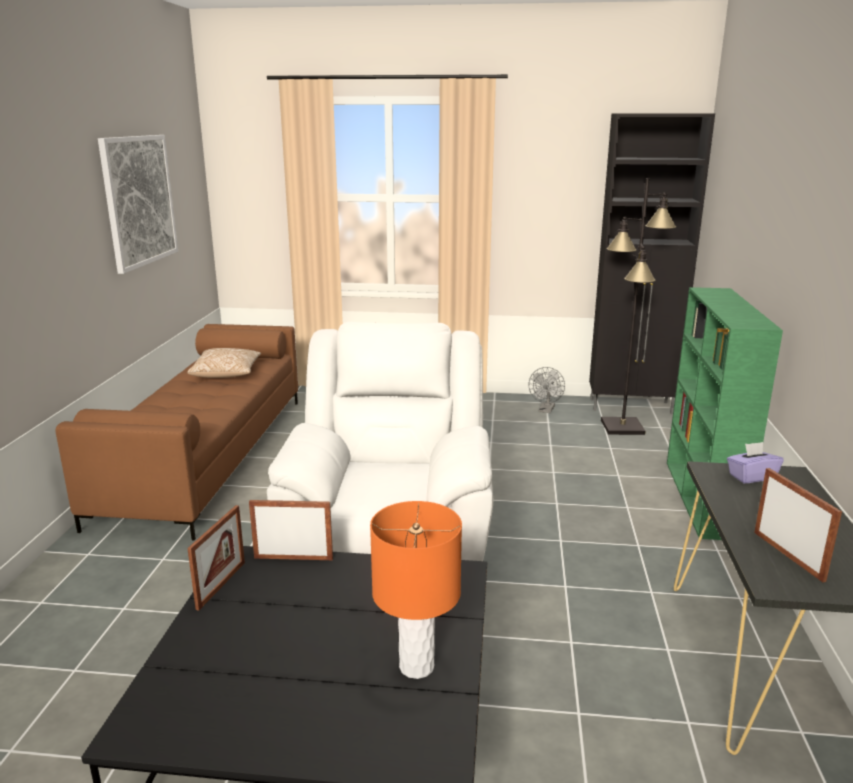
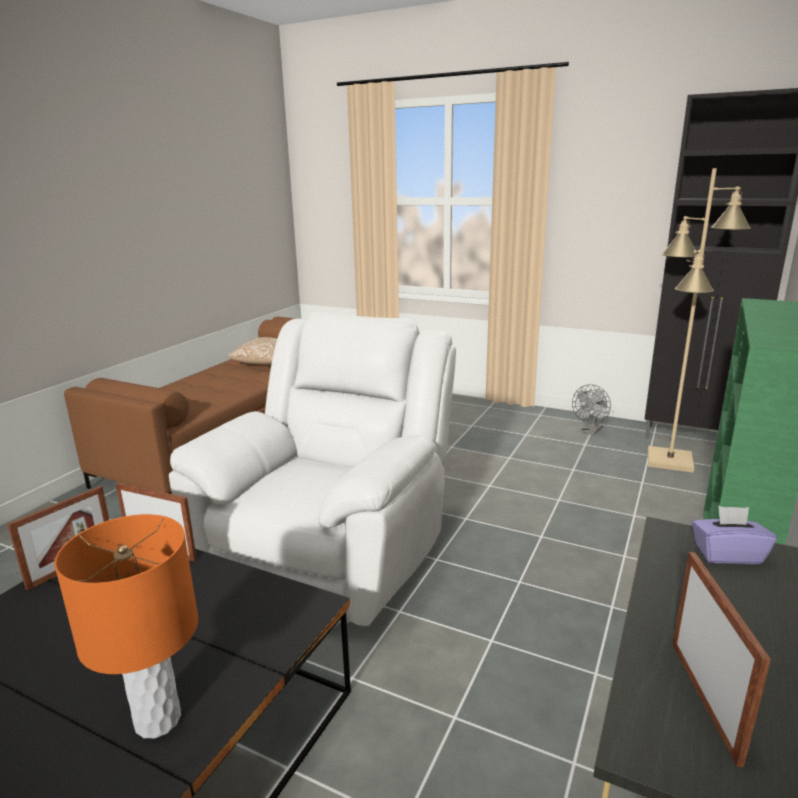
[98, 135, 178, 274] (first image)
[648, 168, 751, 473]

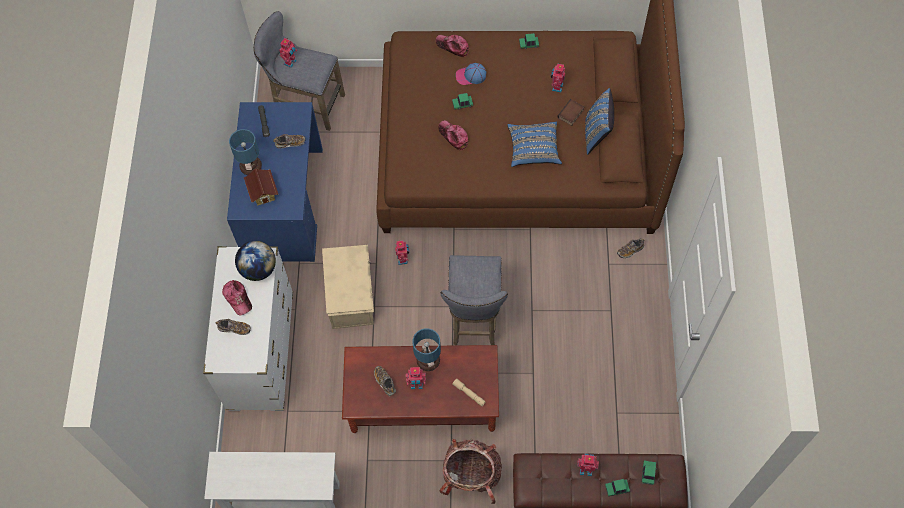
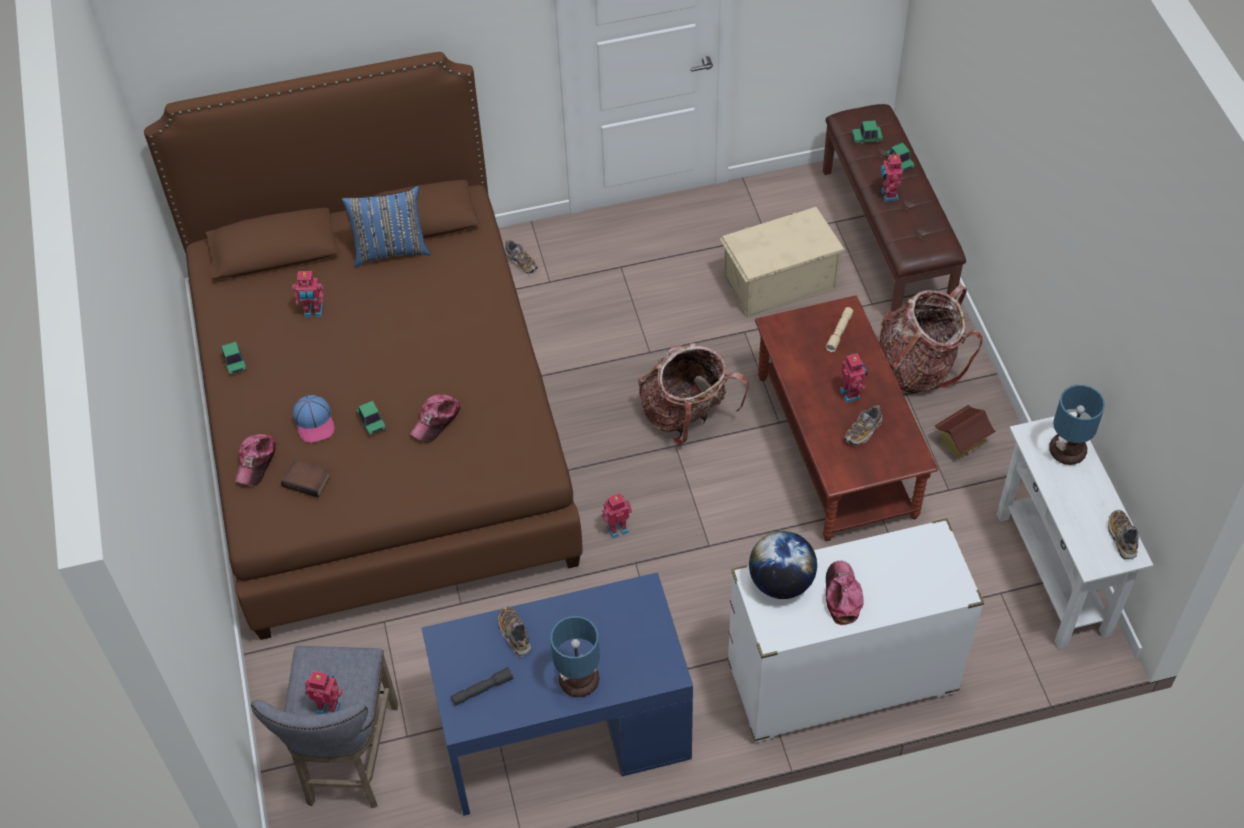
[1108, 510, 1138, 560]
[826, 561, 864, 625]
[935, 405, 996, 459]
[719, 207, 845, 318]
[1049, 385, 1105, 465]
[638, 343, 749, 445]
[507, 122, 562, 167] (first image)
[281, 459, 331, 498]

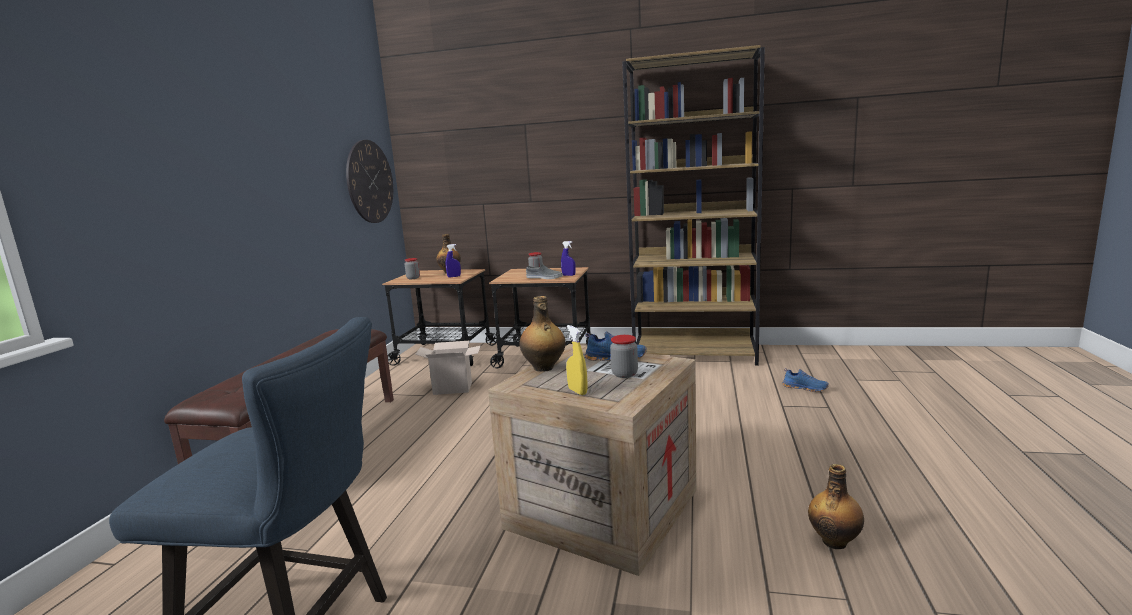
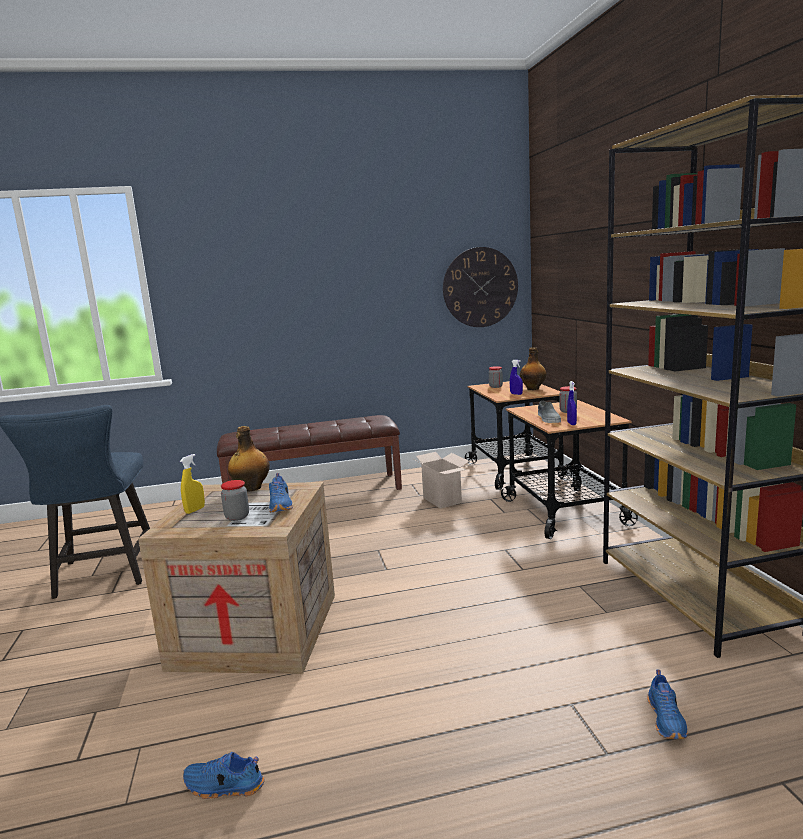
[183, 752, 265, 799]

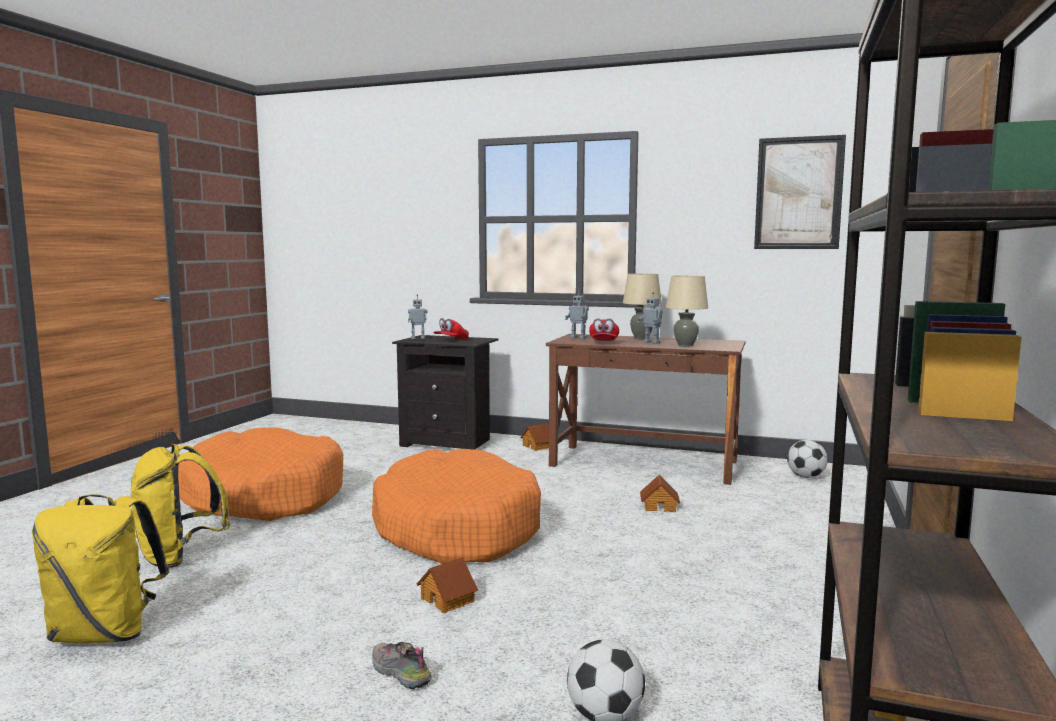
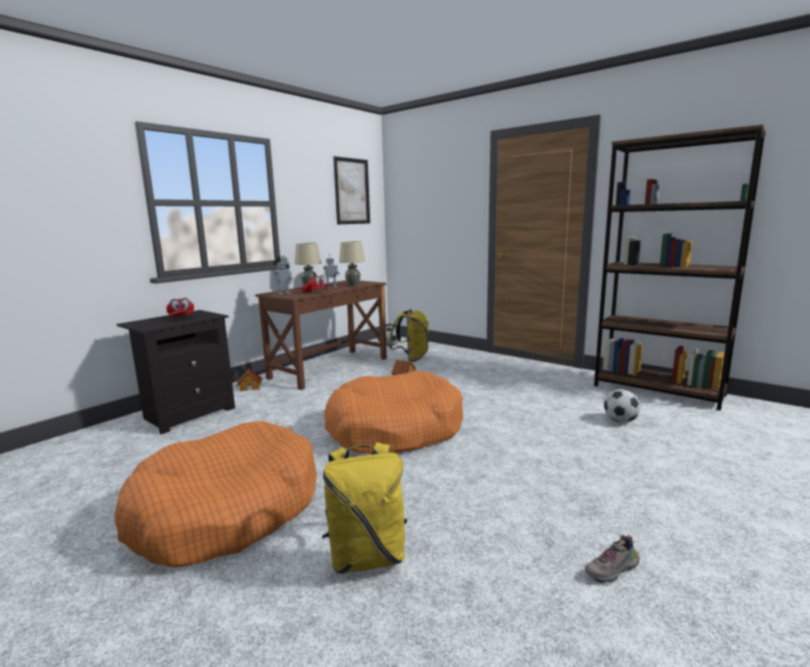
[389, 309, 429, 362]
[585, 535, 640, 583]
[408, 294, 427, 339] (first image)
[417, 557, 478, 613] (first image)

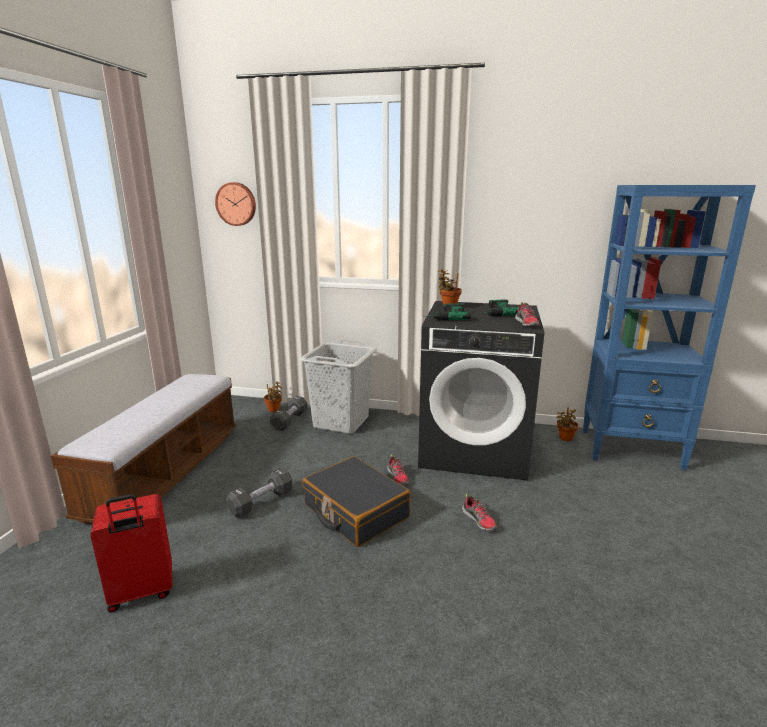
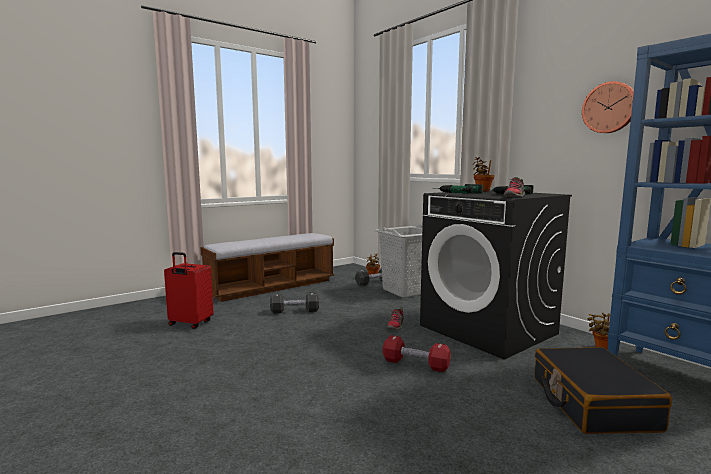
[582, 81, 634, 133]
[535, 347, 672, 434]
[383, 335, 451, 372]

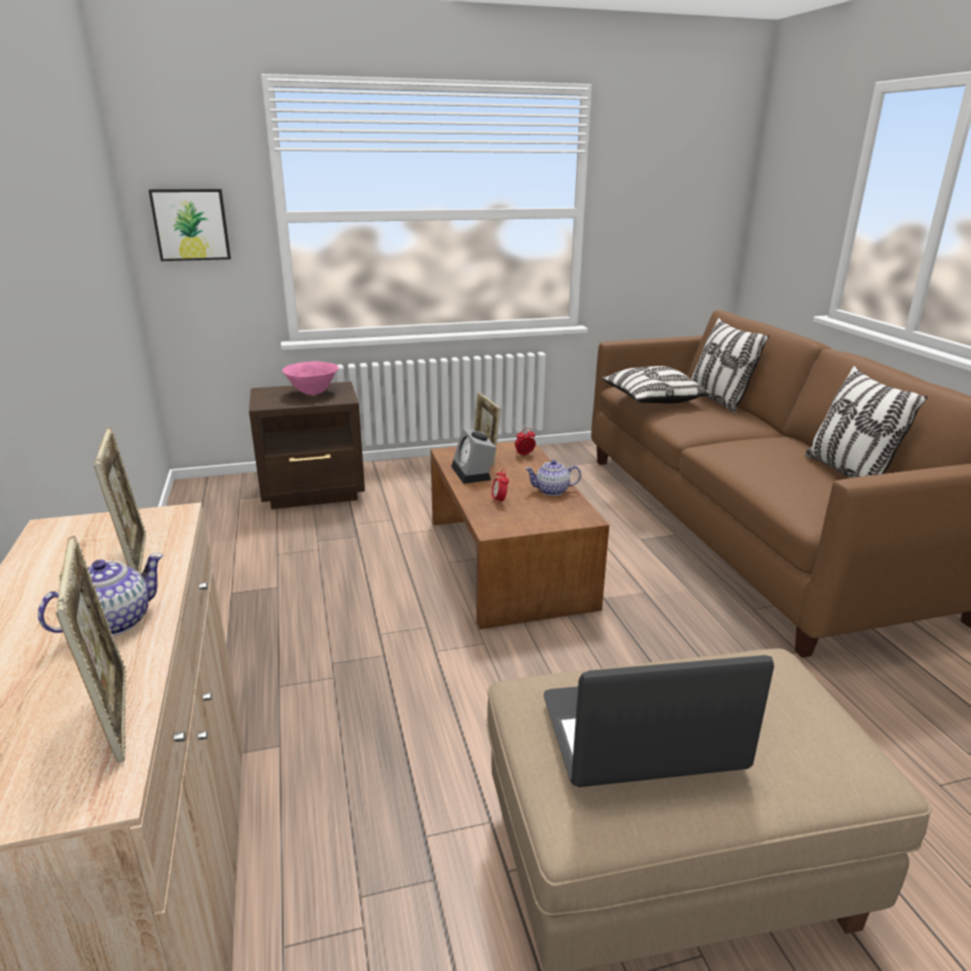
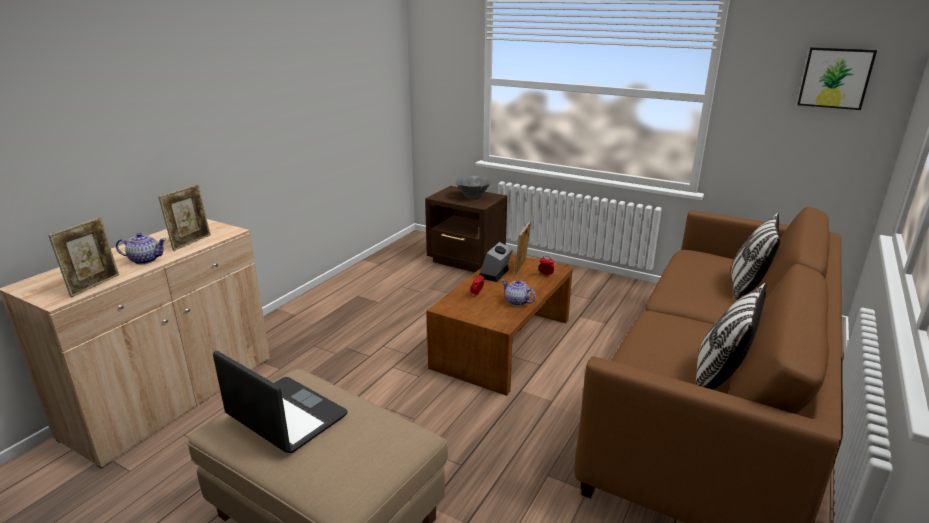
[797, 47, 877, 110]
[455, 176, 491, 198]
[601, 366, 710, 403] (first image)

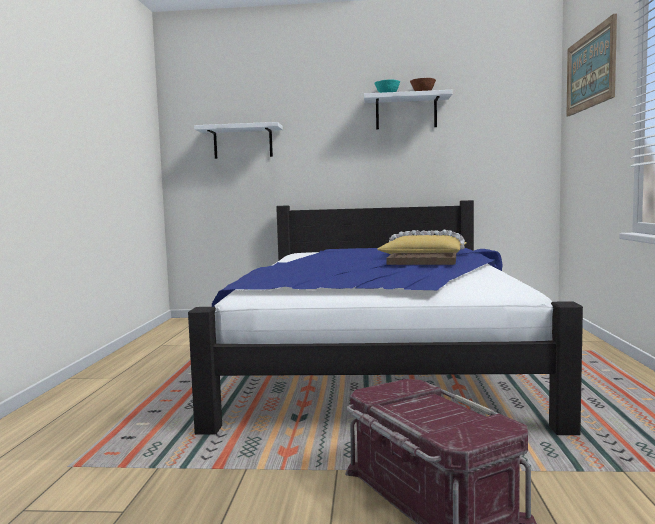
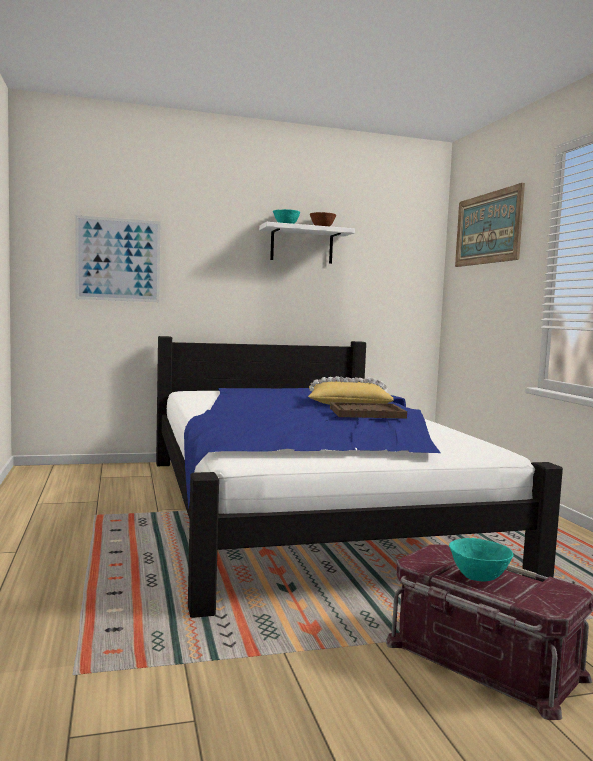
[75, 215, 160, 302]
[449, 538, 513, 582]

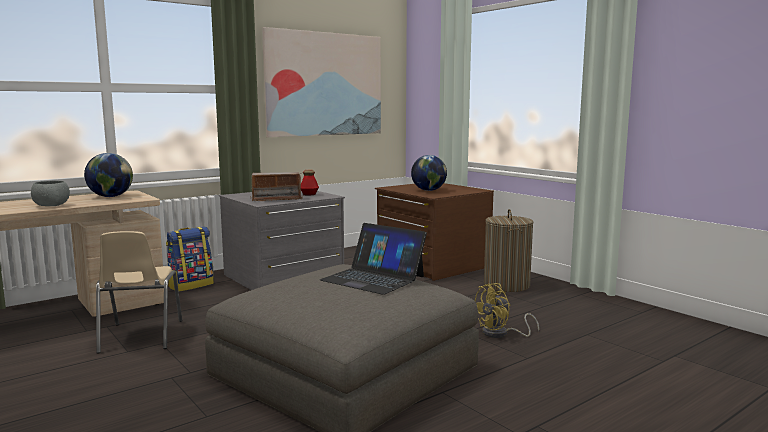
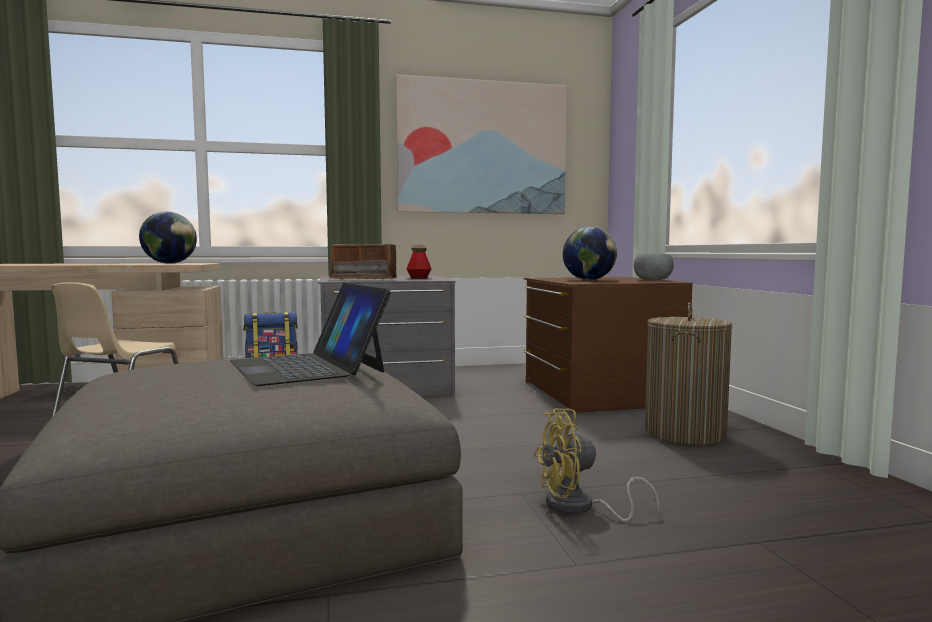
[634, 254, 674, 281]

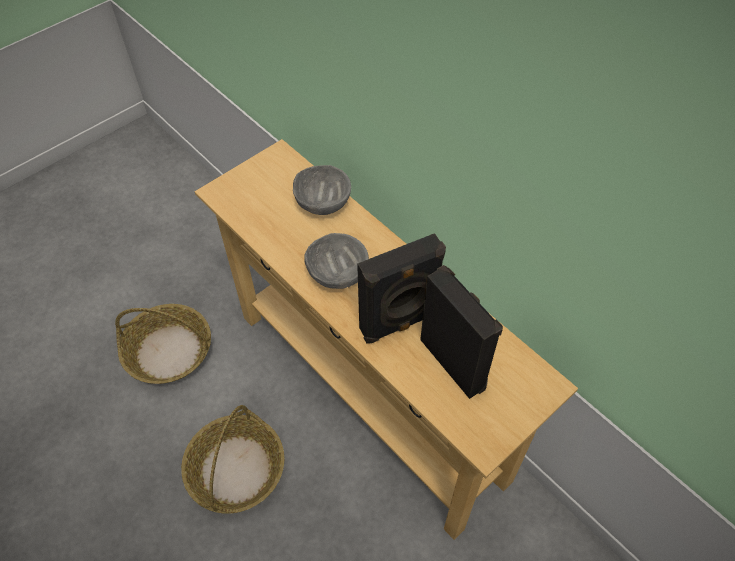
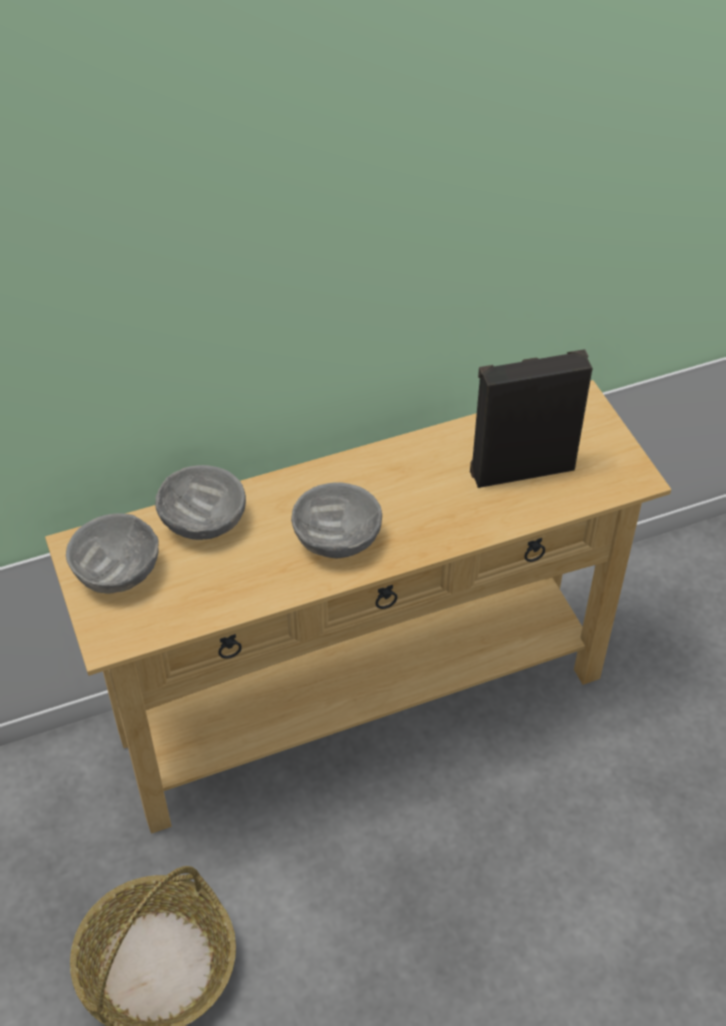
[181, 405, 285, 513] (first image)
[357, 233, 446, 344] (first image)
[66, 513, 159, 594]

